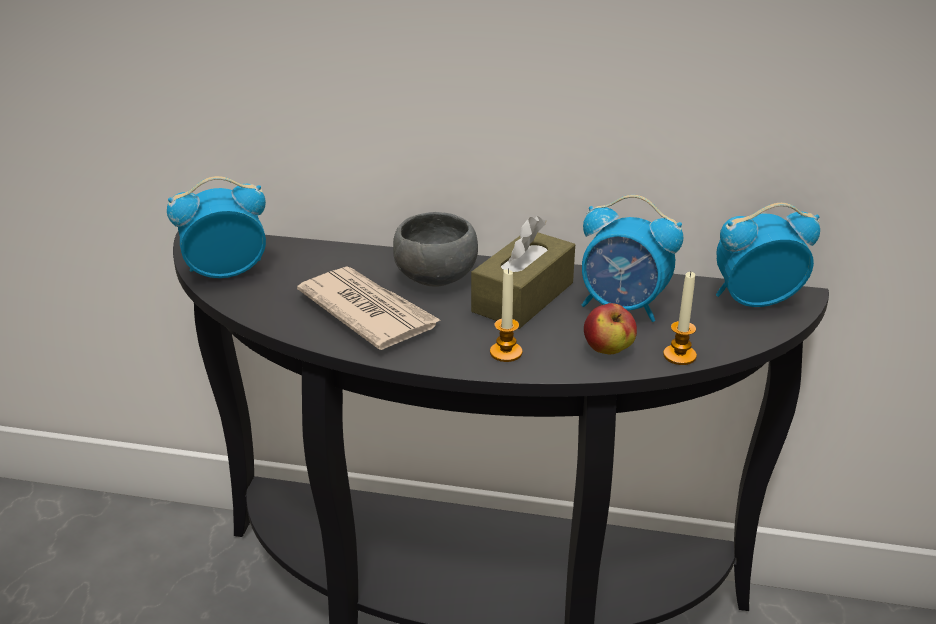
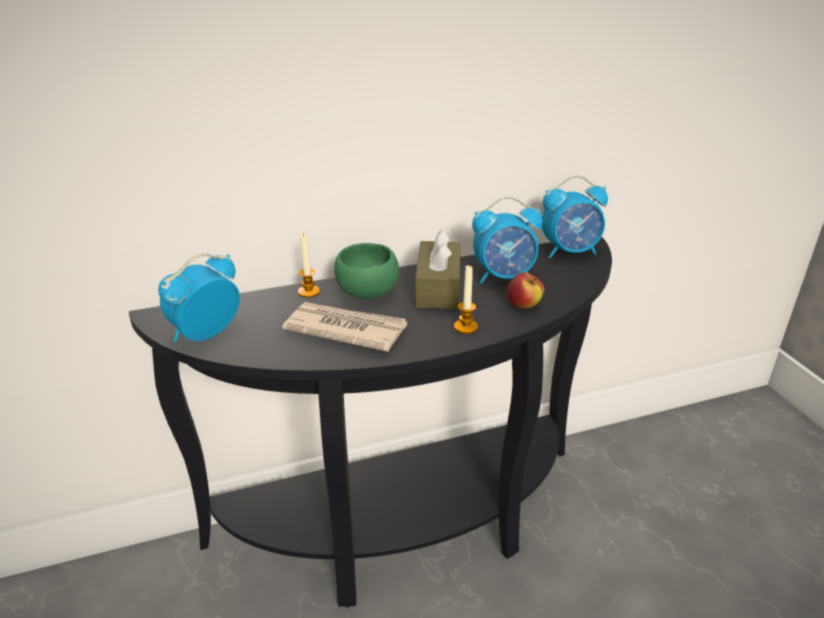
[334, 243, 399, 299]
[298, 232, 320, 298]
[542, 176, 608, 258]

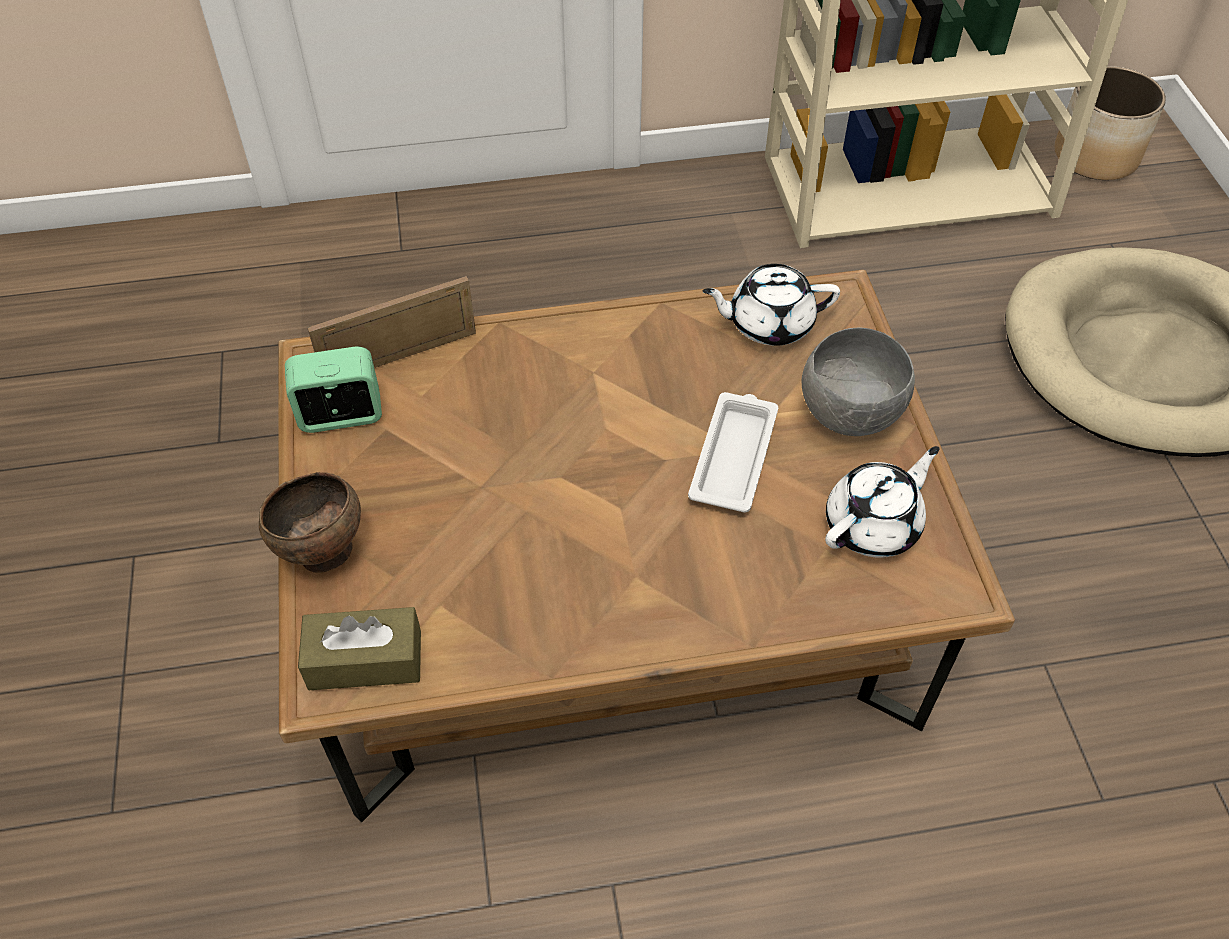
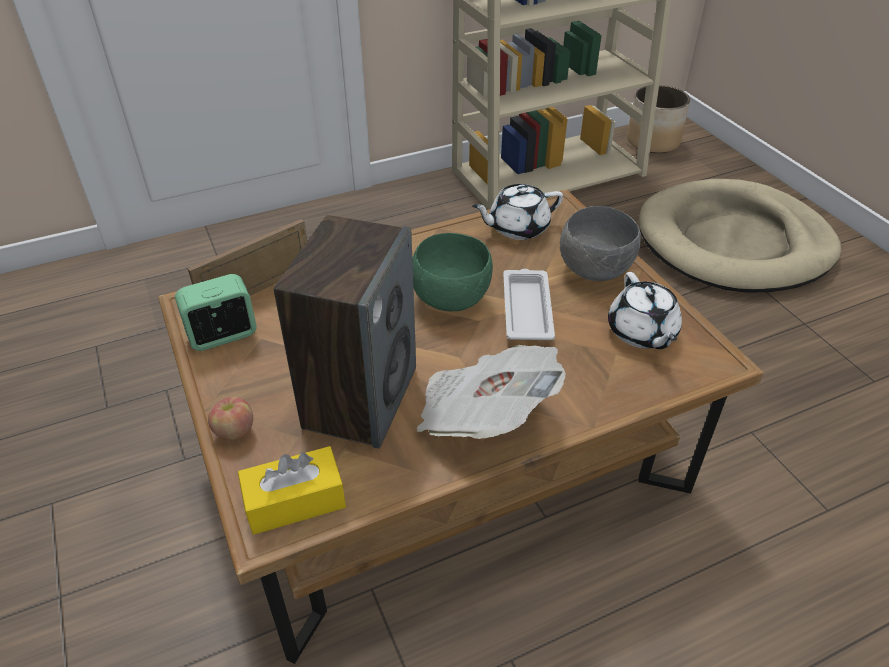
[208, 397, 253, 440]
[238, 446, 346, 535]
[608, 272, 682, 349]
[274, 215, 416, 449]
[412, 233, 493, 311]
[417, 345, 566, 439]

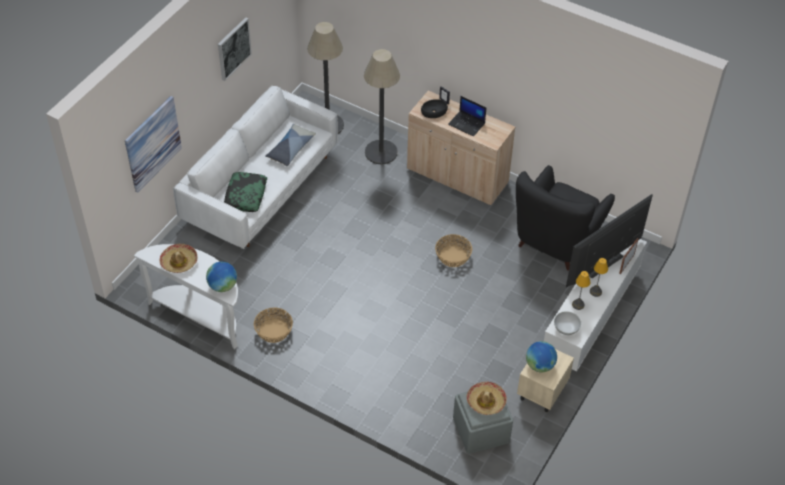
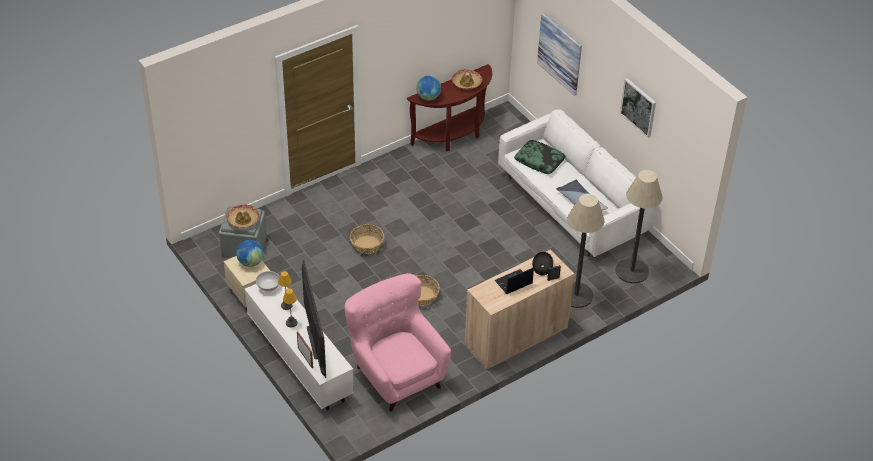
[407, 64, 492, 151]
[350, 224, 384, 254]
[344, 273, 451, 412]

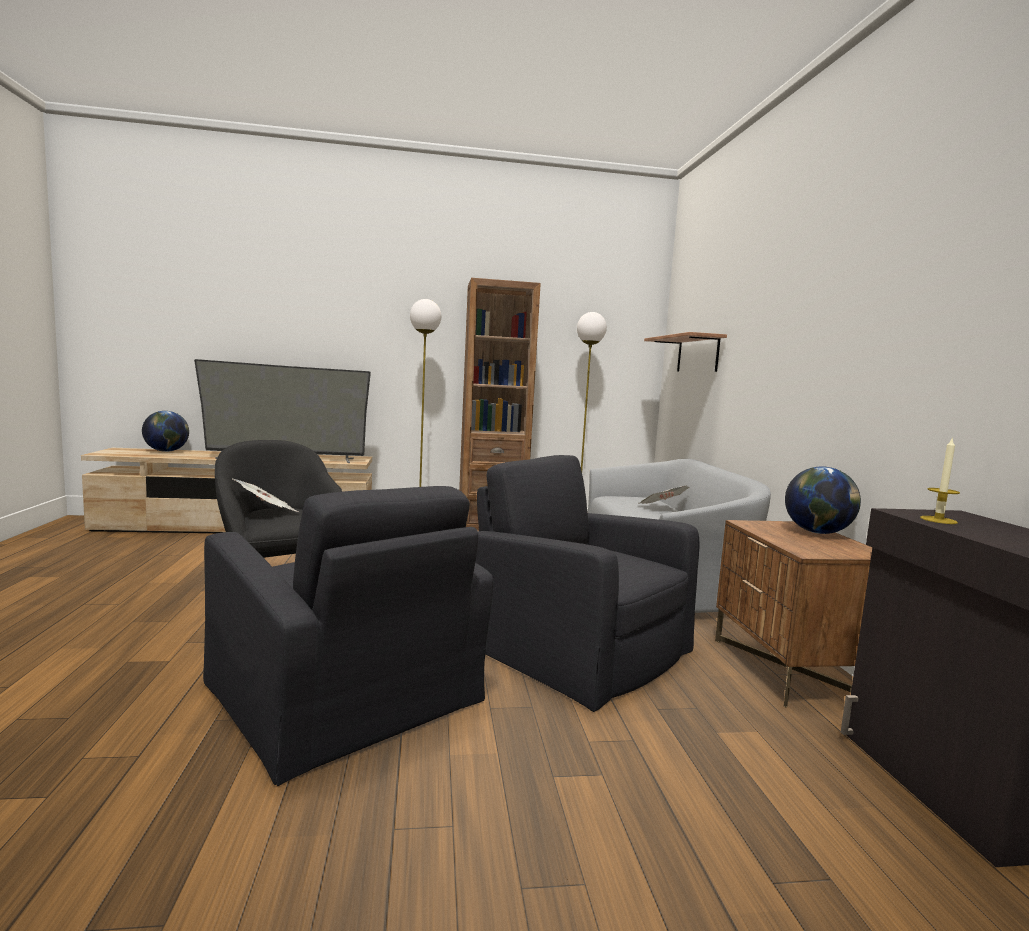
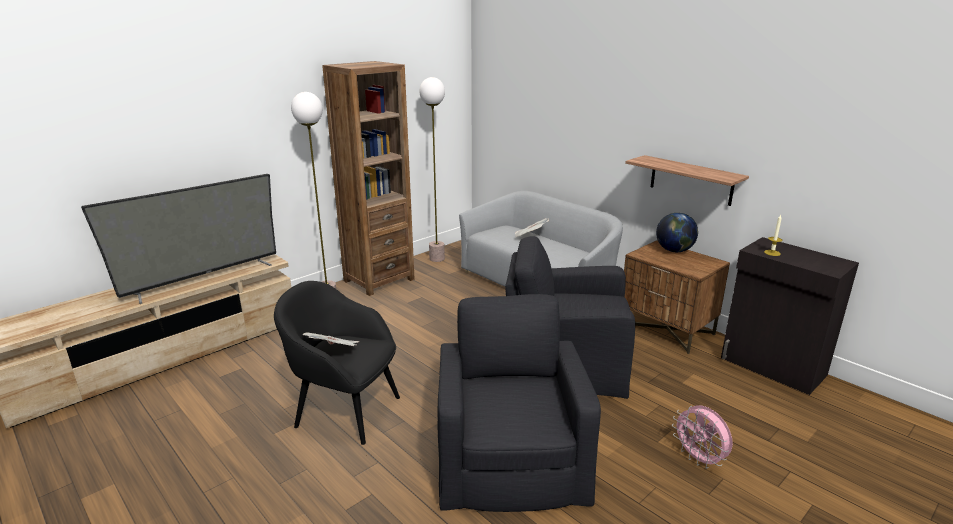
[142, 411, 189, 452] (first image)
[437, 294, 601, 512]
[625, 155, 749, 206]
[672, 405, 733, 469]

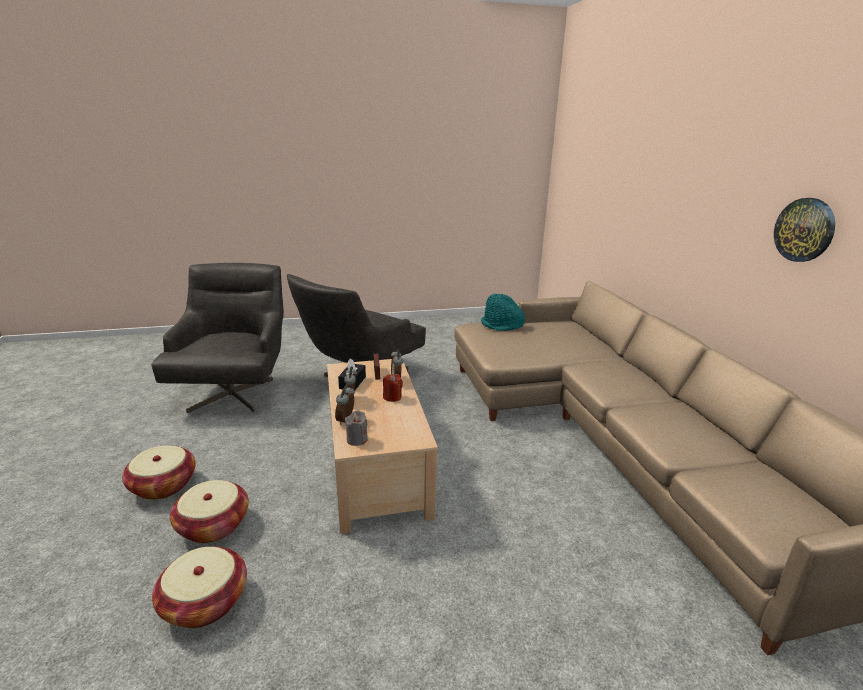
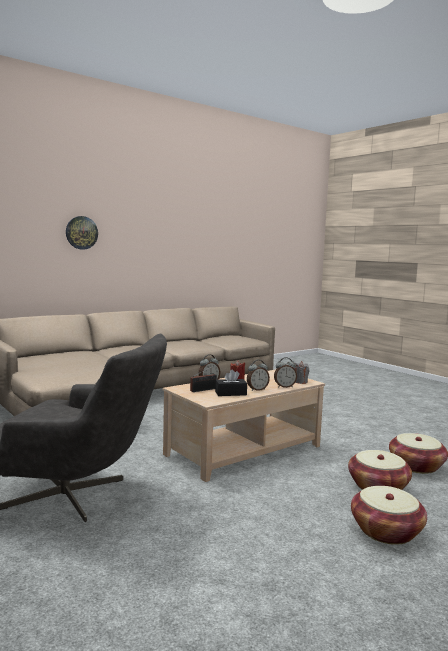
[151, 263, 284, 413] (first image)
[481, 294, 525, 331] (first image)
[66, 216, 98, 250]

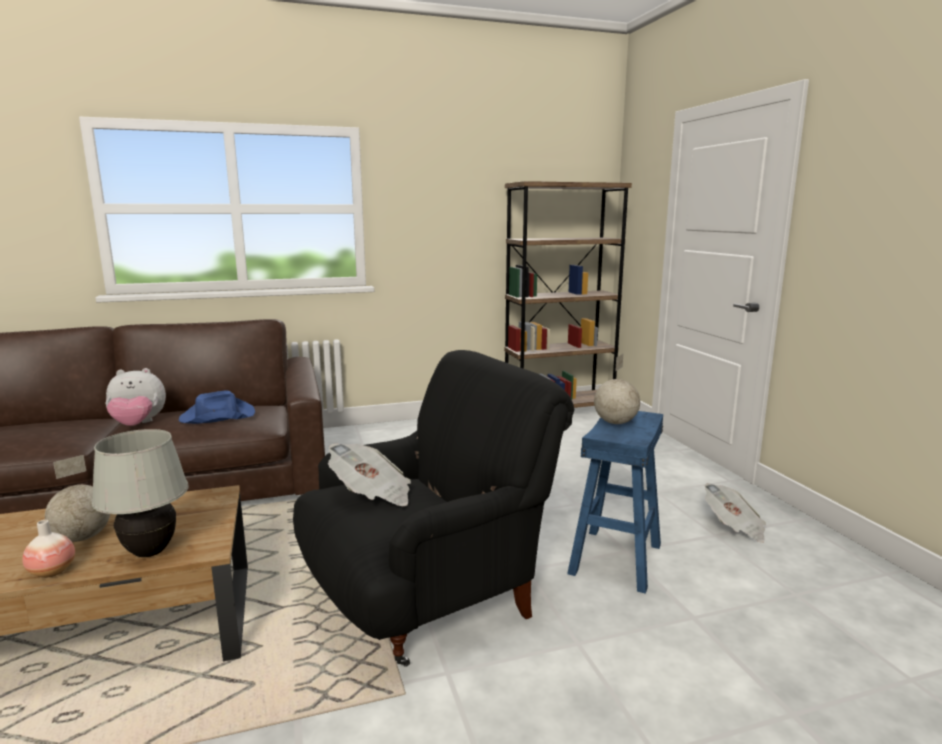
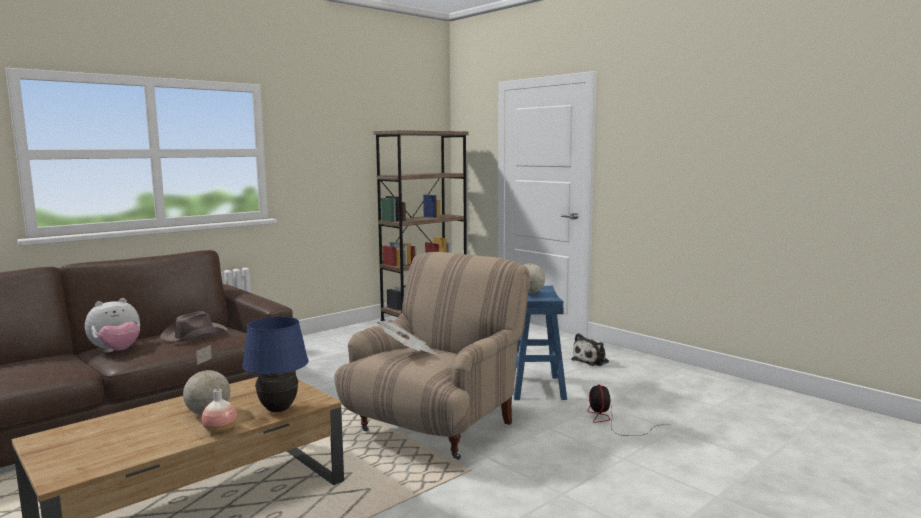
[242, 317, 308, 412]
[160, 311, 228, 342]
[334, 252, 530, 460]
[571, 333, 609, 366]
[588, 384, 671, 436]

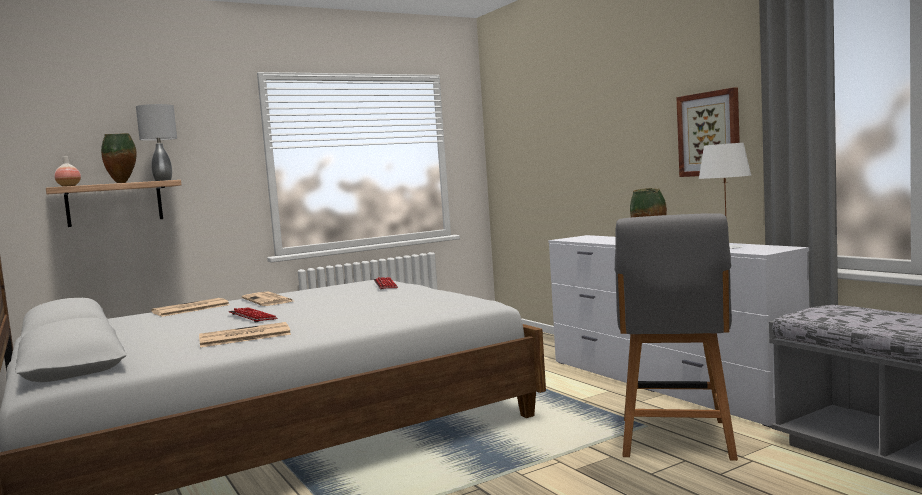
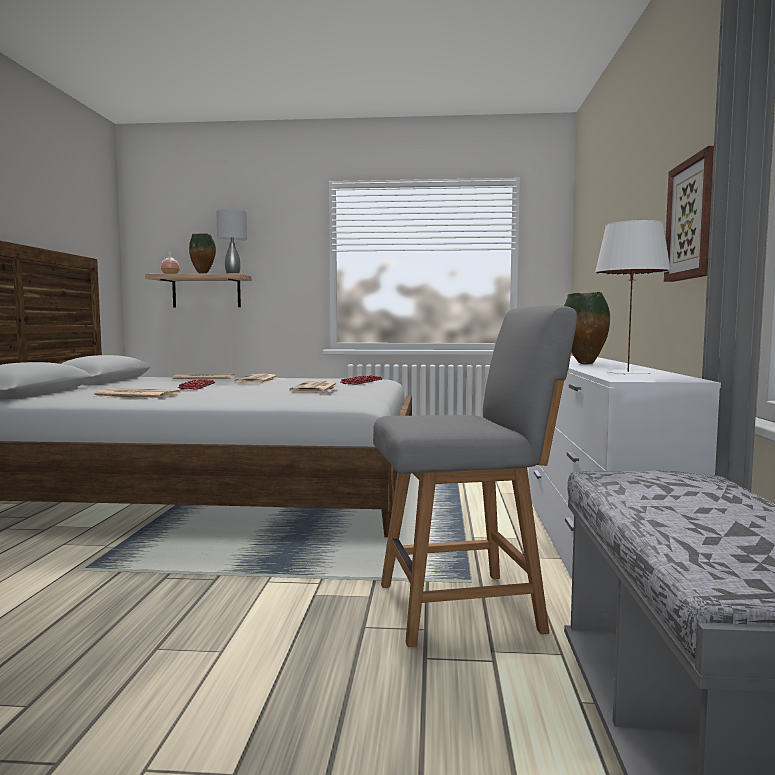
[373, 306, 577, 647]
[289, 380, 339, 393]

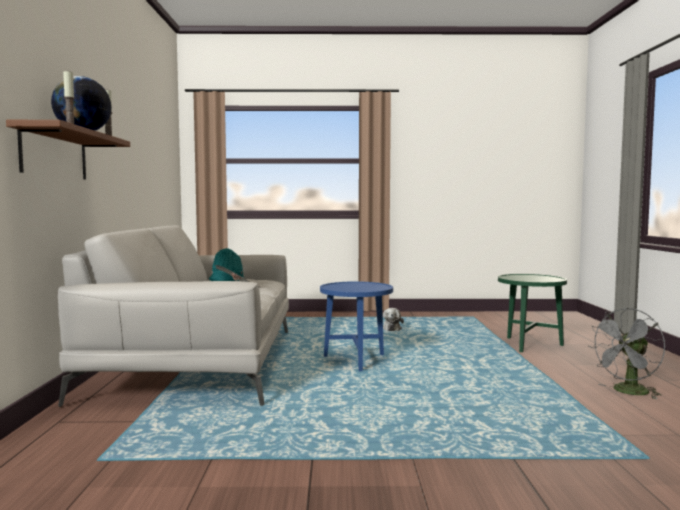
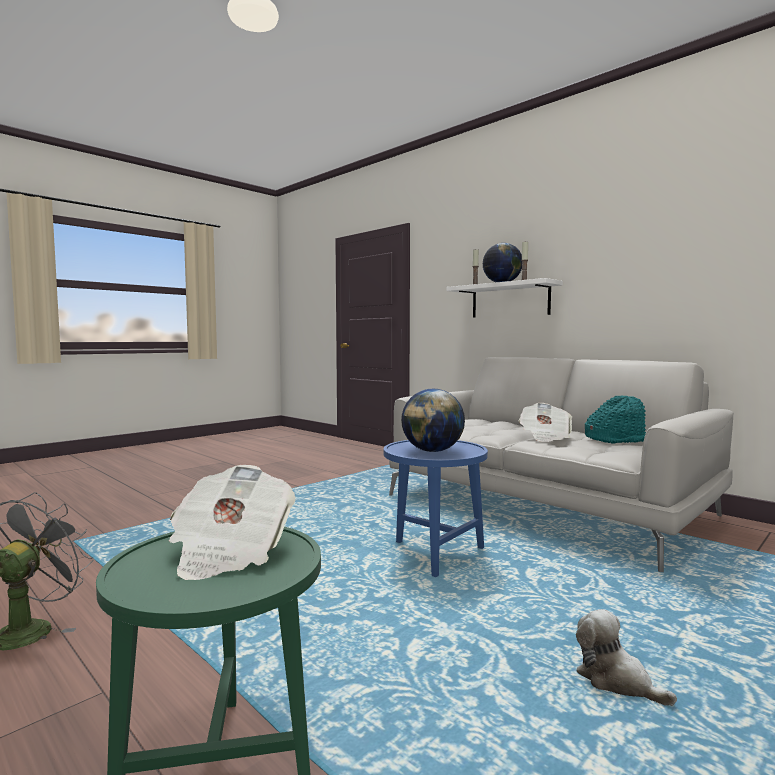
[446, 278, 563, 318]
[169, 465, 296, 580]
[401, 389, 465, 452]

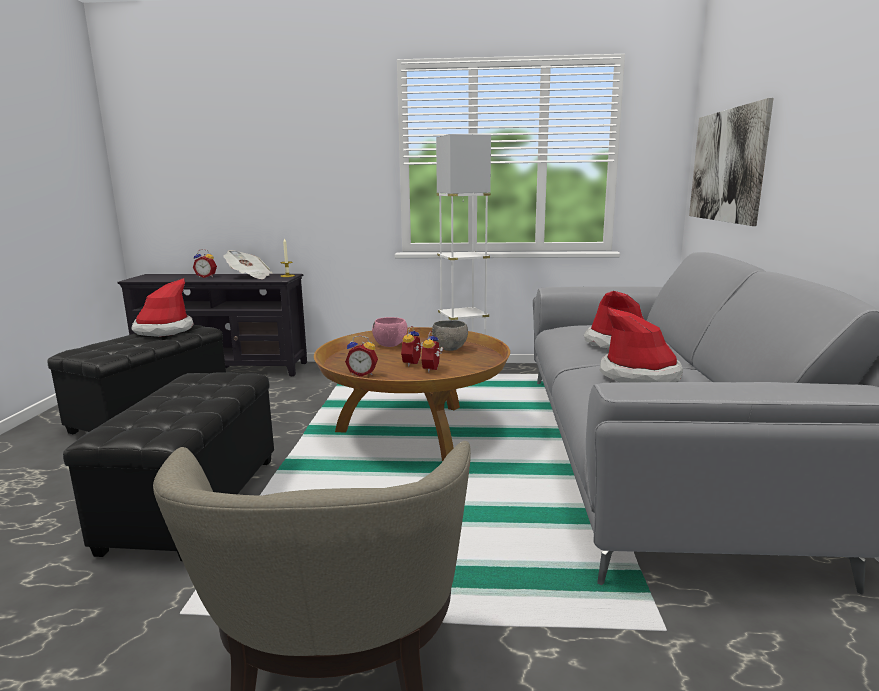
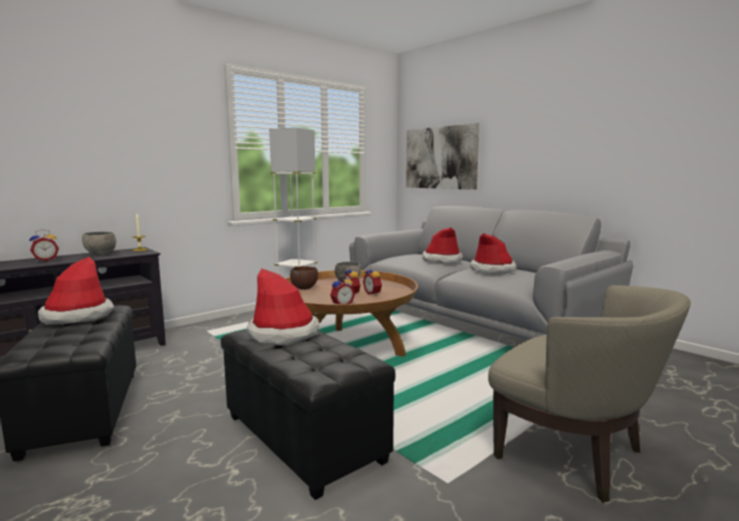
[82, 232, 116, 255]
[290, 266, 318, 290]
[247, 269, 320, 346]

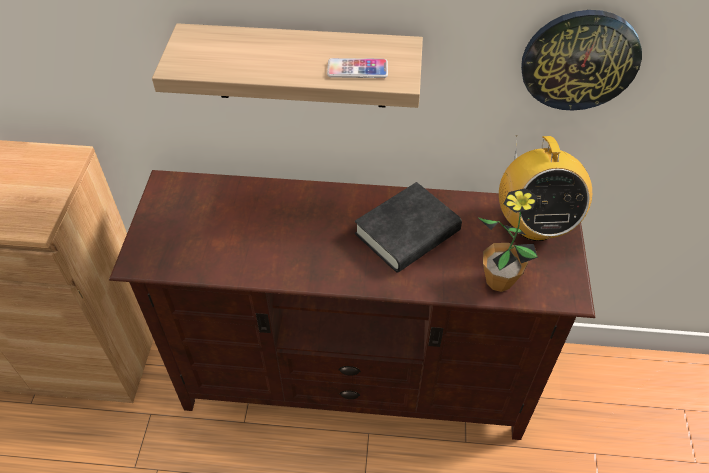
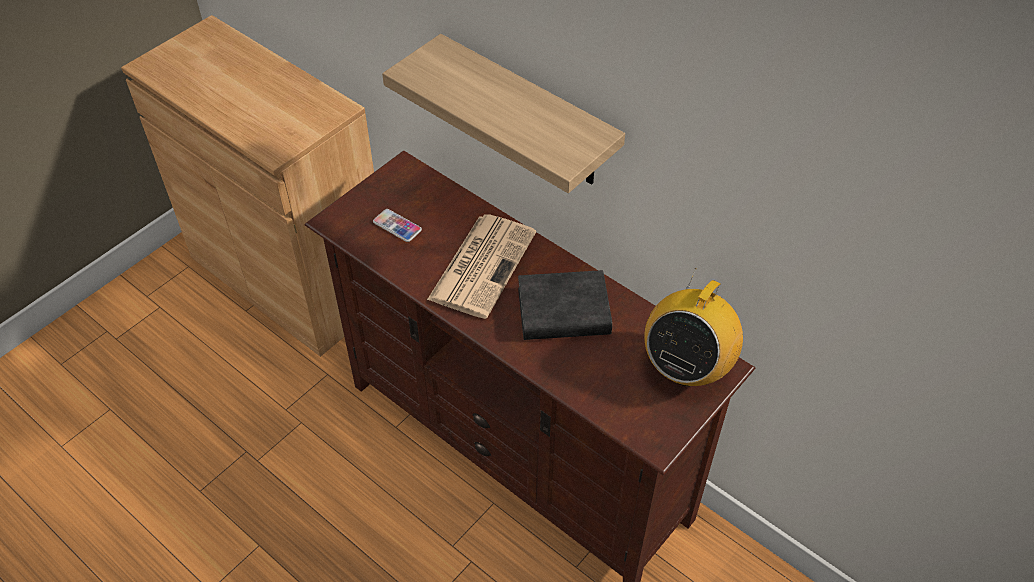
[373, 209, 422, 242]
[479, 188, 538, 292] (first image)
[521, 10, 642, 111] (first image)
[427, 214, 536, 319]

